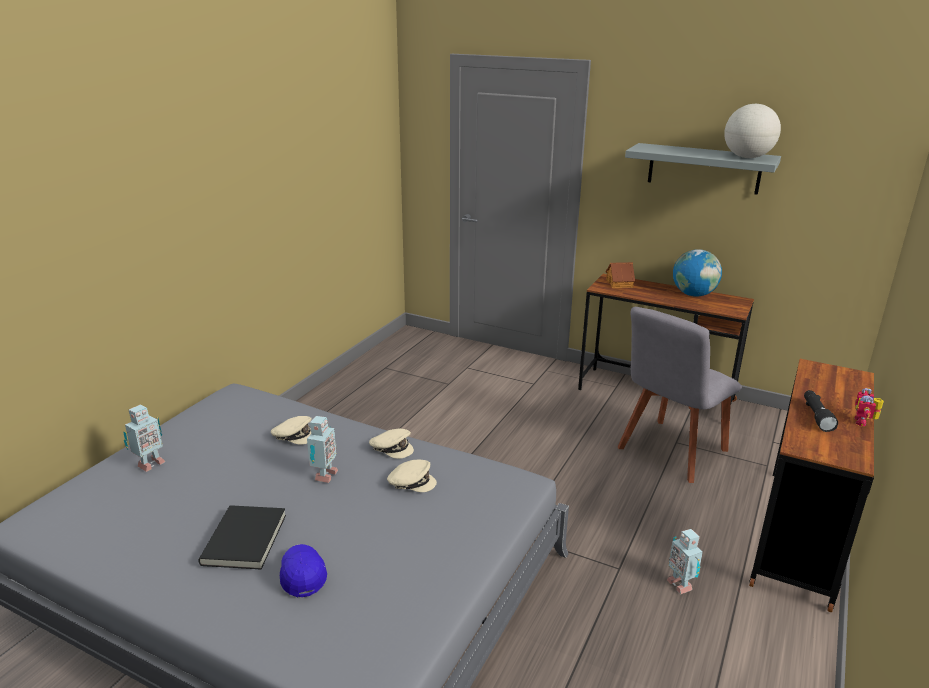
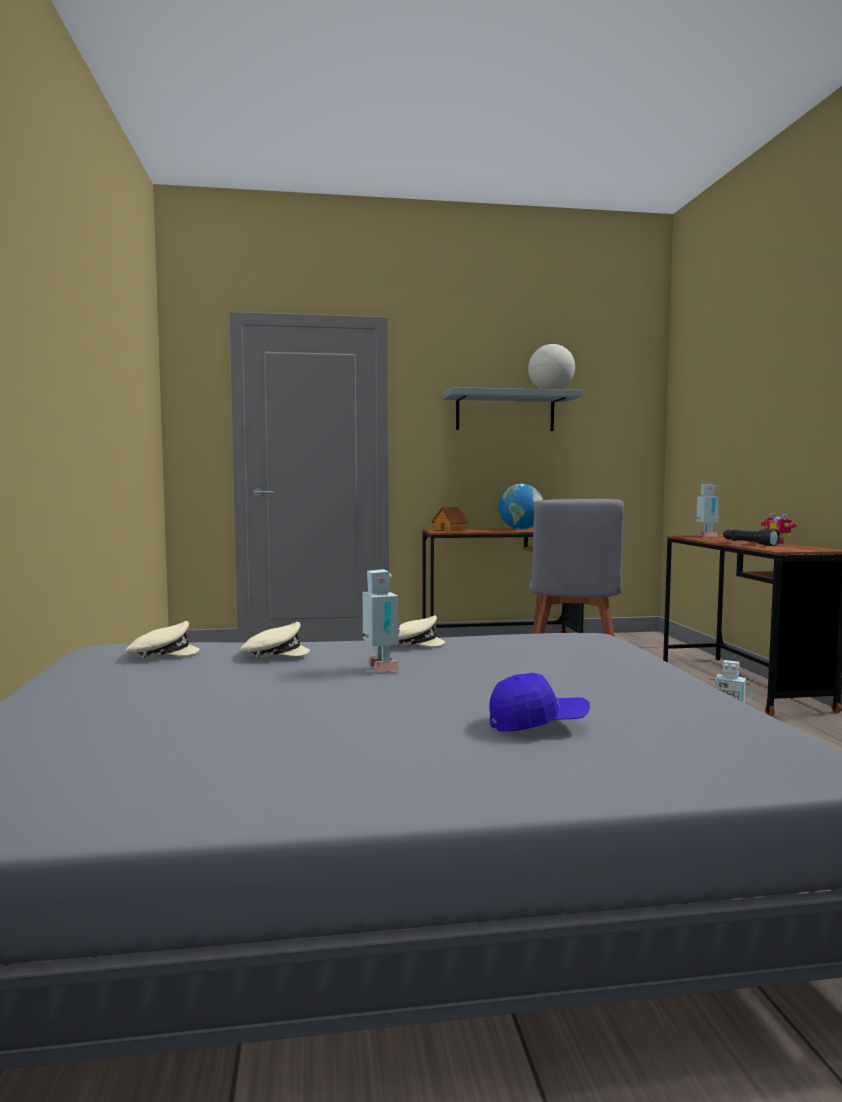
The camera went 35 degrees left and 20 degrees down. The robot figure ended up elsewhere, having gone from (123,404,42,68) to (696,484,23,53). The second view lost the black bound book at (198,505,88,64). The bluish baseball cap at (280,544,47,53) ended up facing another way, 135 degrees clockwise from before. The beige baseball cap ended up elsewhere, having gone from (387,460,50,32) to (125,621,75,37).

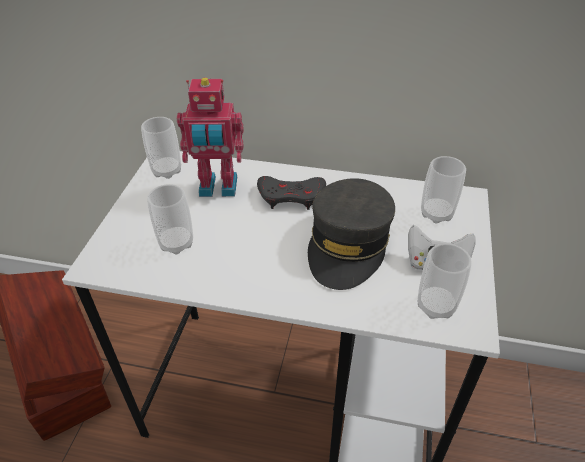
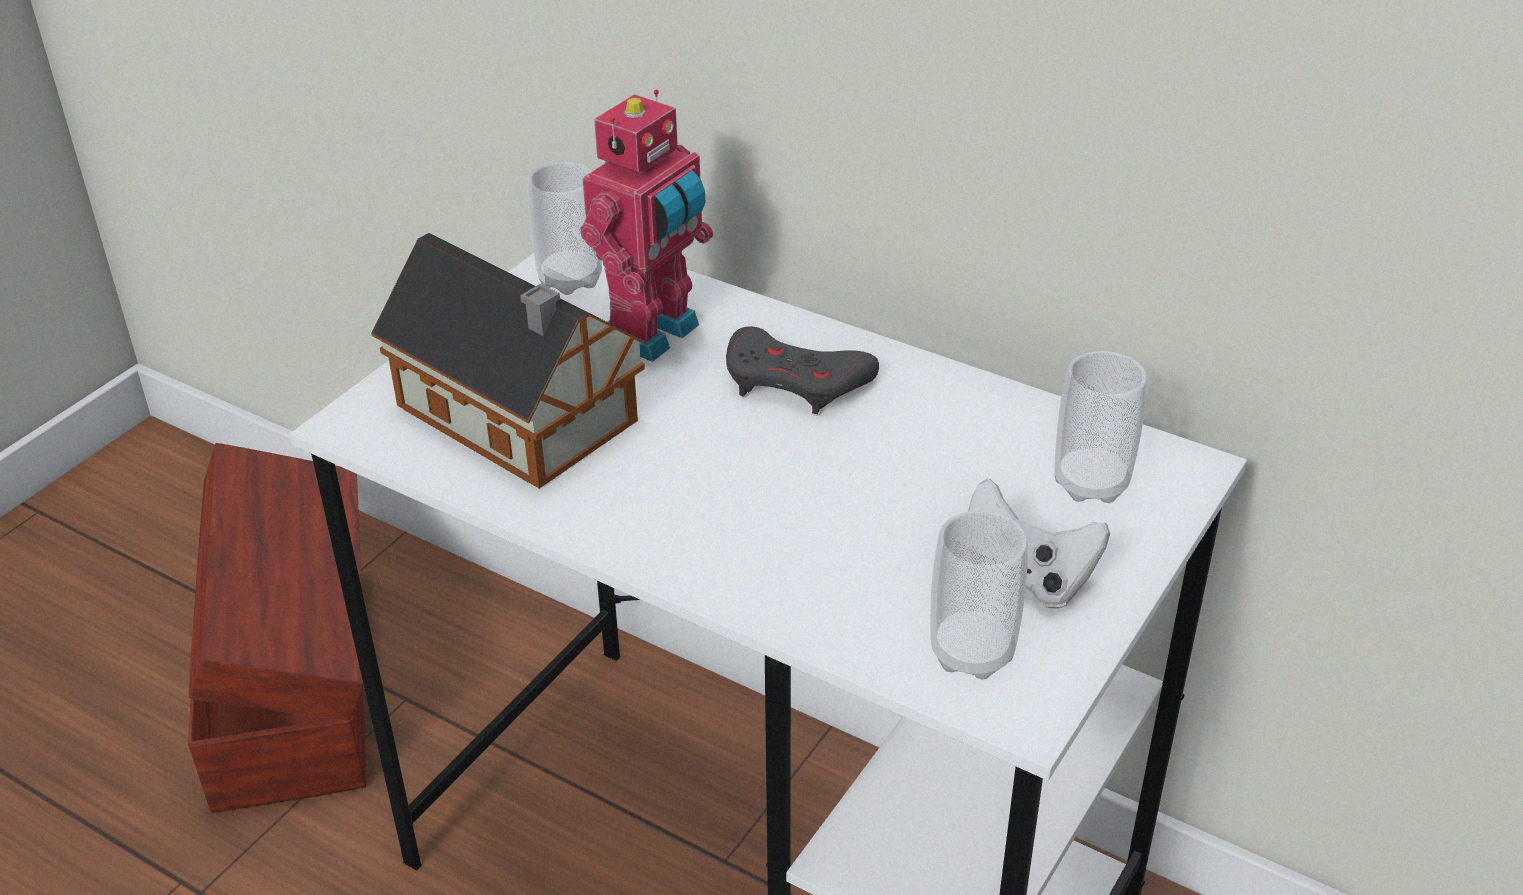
The camera went 20 degrees right and 5 degrees down. Where the small cup stood at (147,184,46,70), the model house came to stand at (371,233,277,256). The robot figure at (177,77,67,120) ended up facing another way, 75 degrees counterclockwise from before. The second view lost the grey baseball cap at (308,178,87,112).

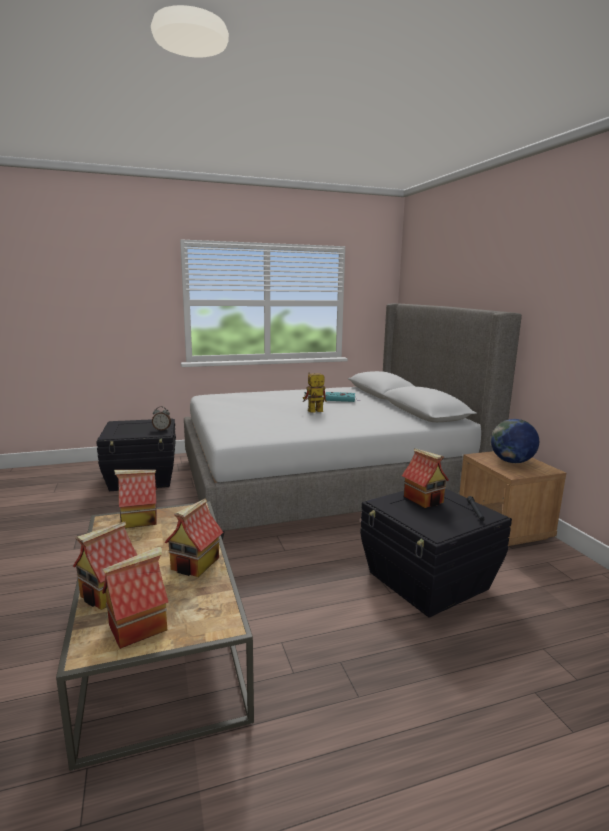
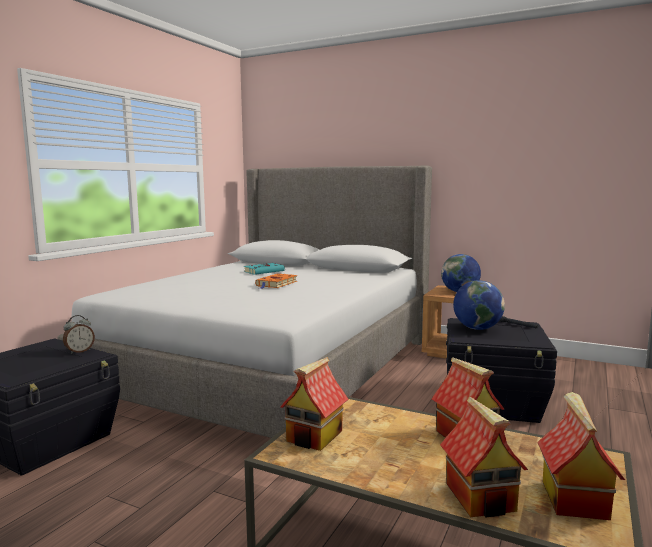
The camera went 45 degrees left and 5 degrees down. Where the robot figure stood at (302,372,24,41), the orange-coloured bound book came to stand at (255,273,42,16). Where the model house stood at (402,448,47,60), the globe came to stand at (453,280,52,50).

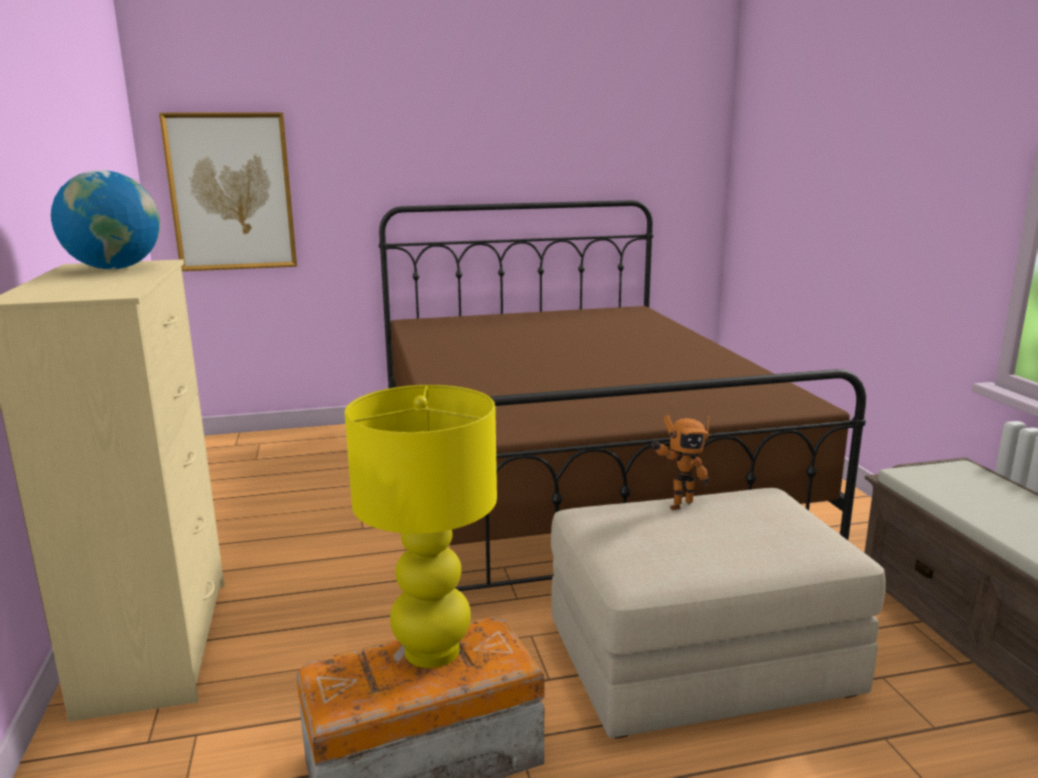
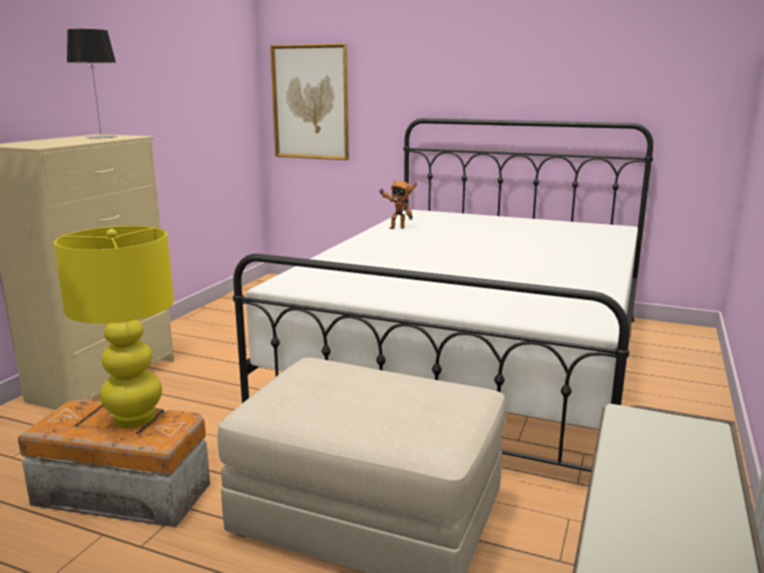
The camera went 35 degrees right and 0 degrees up. Where the globe stood at (51,170,109,100), the table lamp came to stand at (67,29,50,110). What was the brown bedroom bed at (379,200,487,391) turned into the white bedroom bed at (233,118,420,354). The robot figure ended up elsewhere, having gone from (651,415,60,95) to (379,179,38,50).

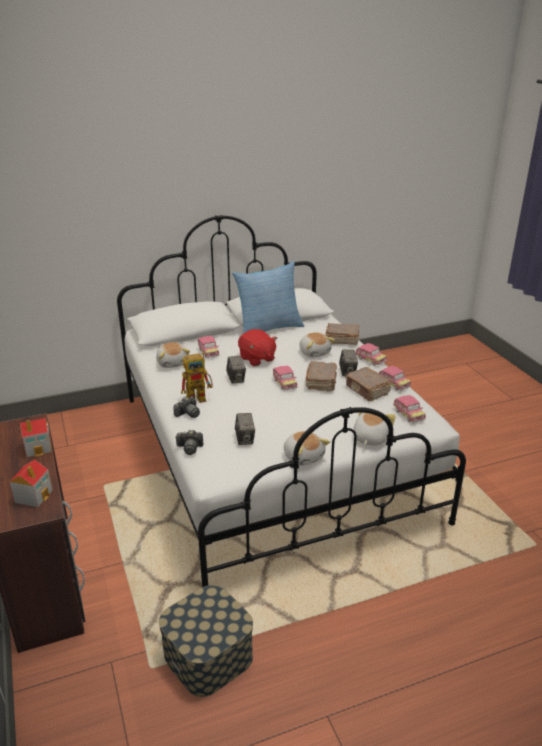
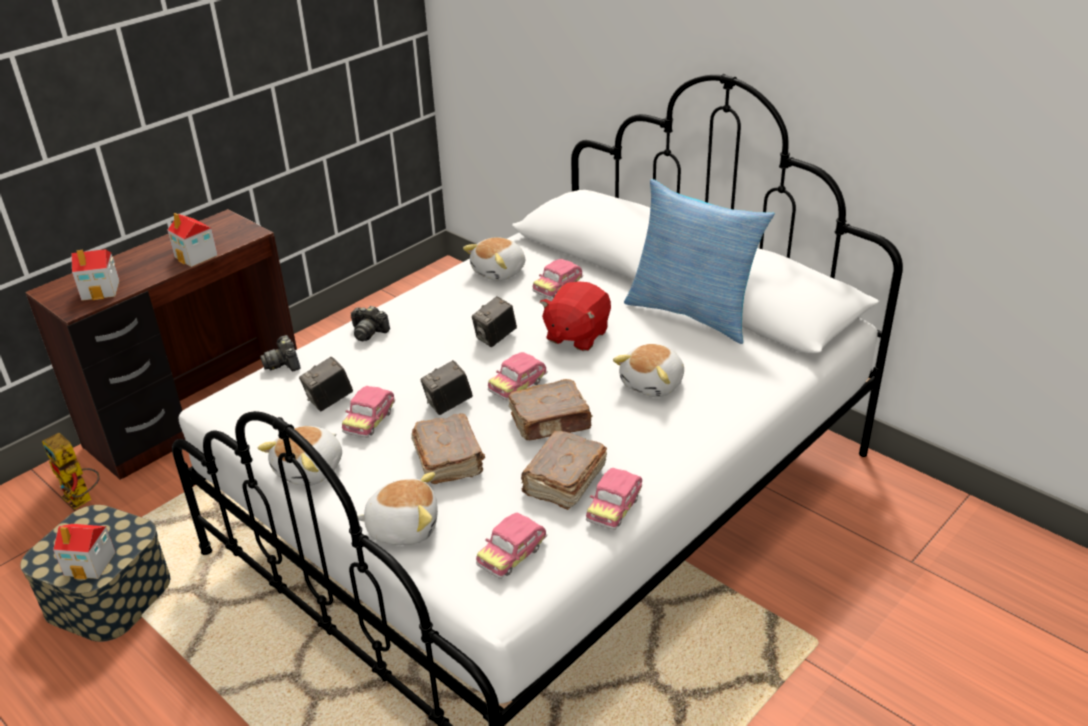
The camera went 65 degrees right and 5 degrees up. The robot figure ended up elsewhere, having gone from (181,353,32,51) to (42,433,58,76). The brown bound book ended up elsewhere, having gone from (325,323,34,22) to (411,413,74,71). The still camera ended up elsewhere, having gone from (339,350,19,26) to (420,360,53,55). The miniature car ended up elsewhere, having gone from (355,343,32,23) to (342,386,53,52). The second view gained the model house at (53,524,63,56).

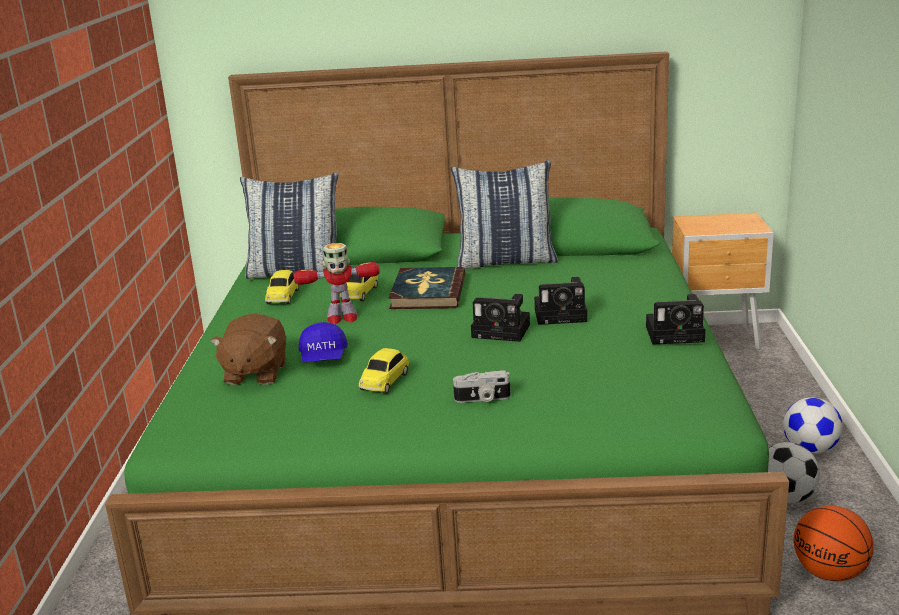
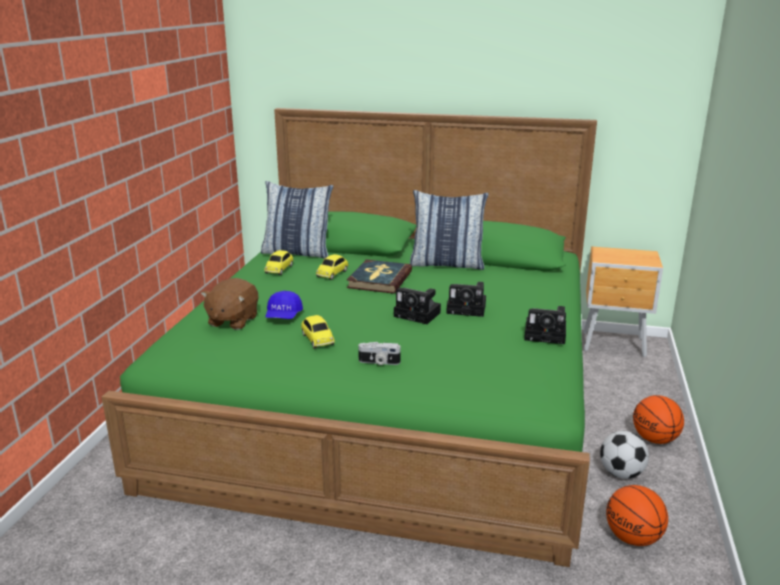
The camera went 10 degrees right and 0 degrees up. The second view lost the robot figure at (294,243,86,81). The miniature car at (359,348,50,46) ended up facing another way, 60 degrees counterclockwise from before. Where the football stood at (783,397,60,57), the basketball ball came to stand at (633,395,51,49).

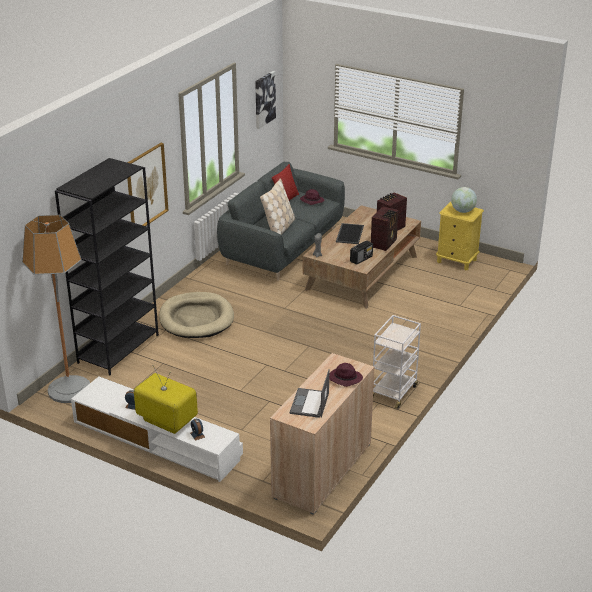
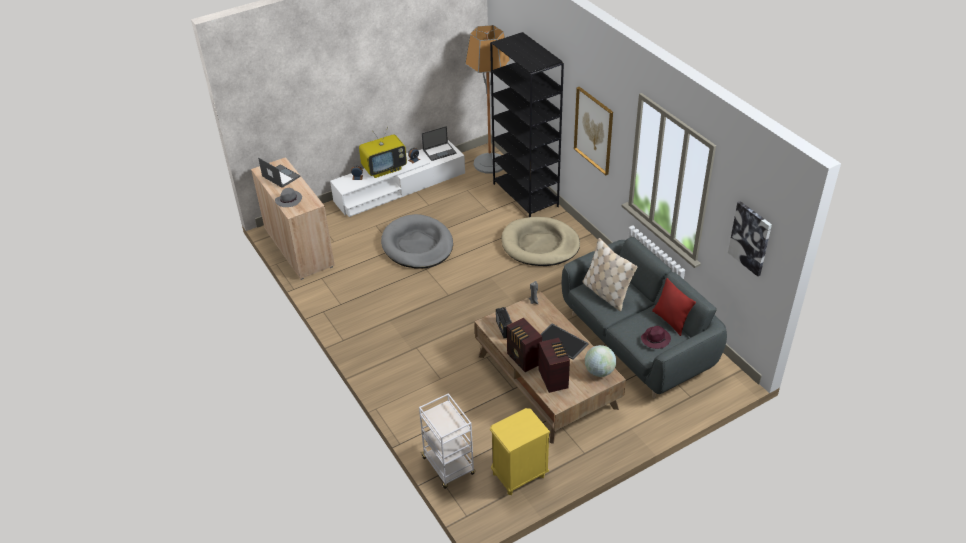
The camera went 120 degrees right and 10 degrees up. What was the purplish clothing hat at (329,363,34,24) turned into the grey clothing hat at (275,188,27,19). The white trolley ended up elsewhere, having gone from (373,315,48,94) to (419,393,56,96). The globe ended up elsewhere, having gone from (451,187,26,26) to (585,345,31,32). The second view gained the grey dog bed at (381,214,72,55). The second view gained the notebook computer at (422,126,35,35).

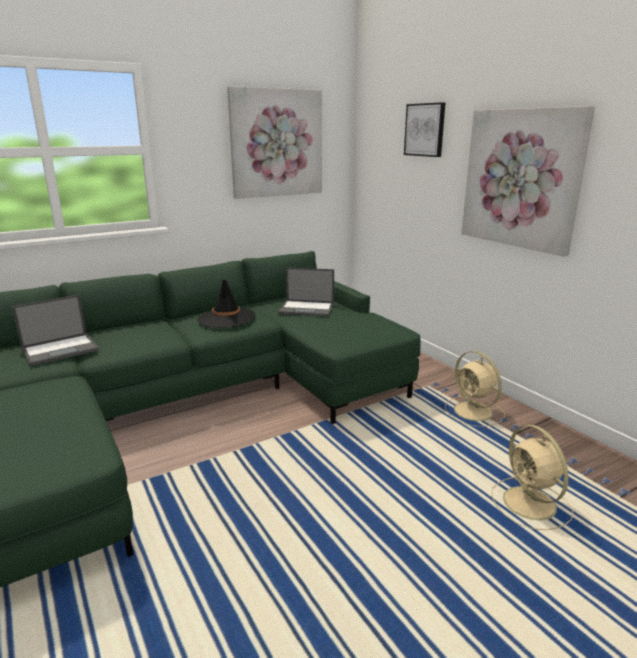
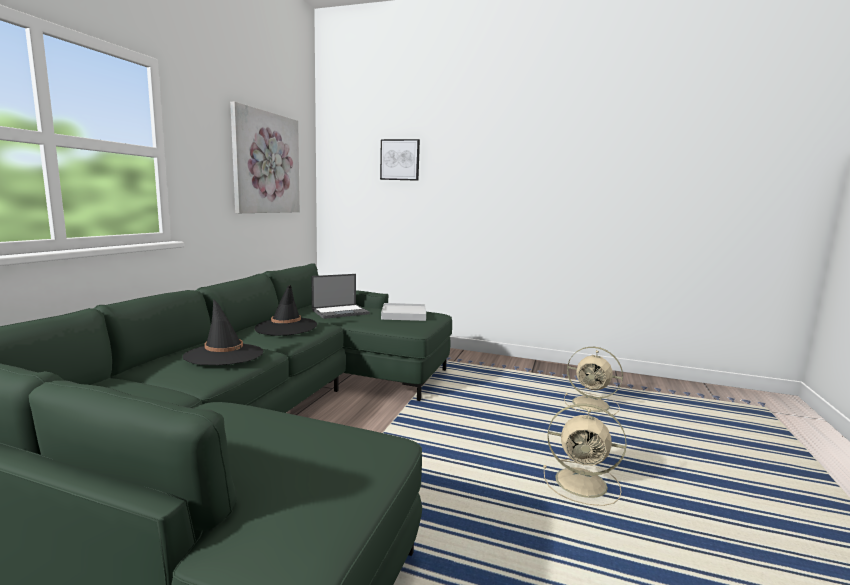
The camera went 40 degrees left and 10 degrees down. The second view lost the notebook computer at (12,295,87,71). The beige cooling fan ended up elsewhere, having gone from (445,351,60,76) to (543,404,84,102). The second view lost the wall picture at (461,106,134,151). The second view gained the black clothing hat at (183,299,80,66). The second view gained the white serving tray at (381,303,45,18).

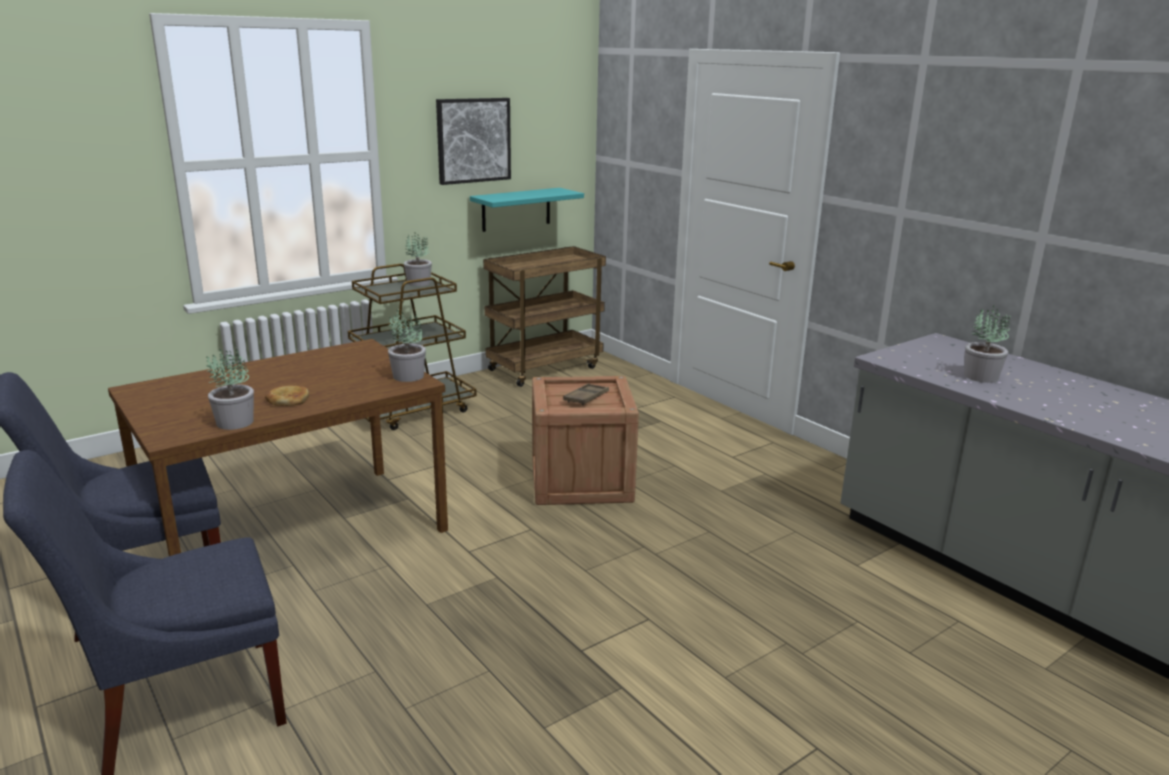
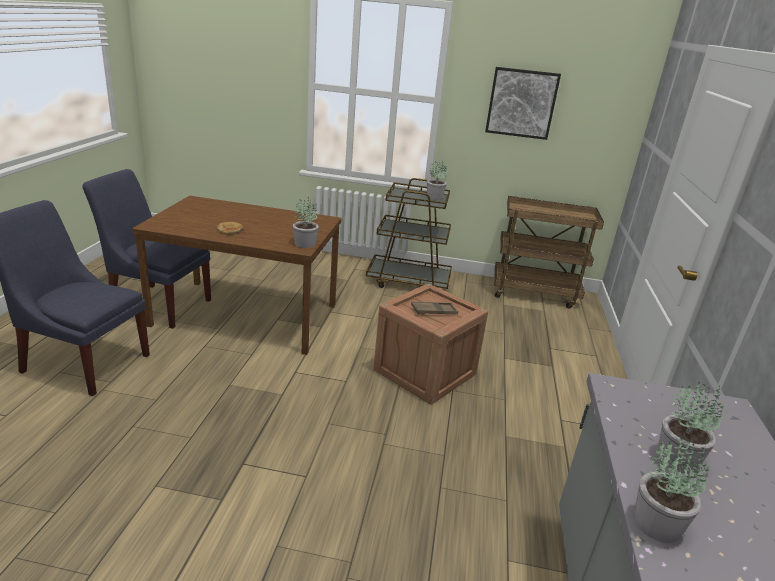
The camera went 45 degrees right and 5 degrees up. The plant in a pot ended up elsewhere, having gone from (206,346,48,84) to (633,437,77,106). The second view lost the turquoise-coloured shelf at (470,188,114,44).

